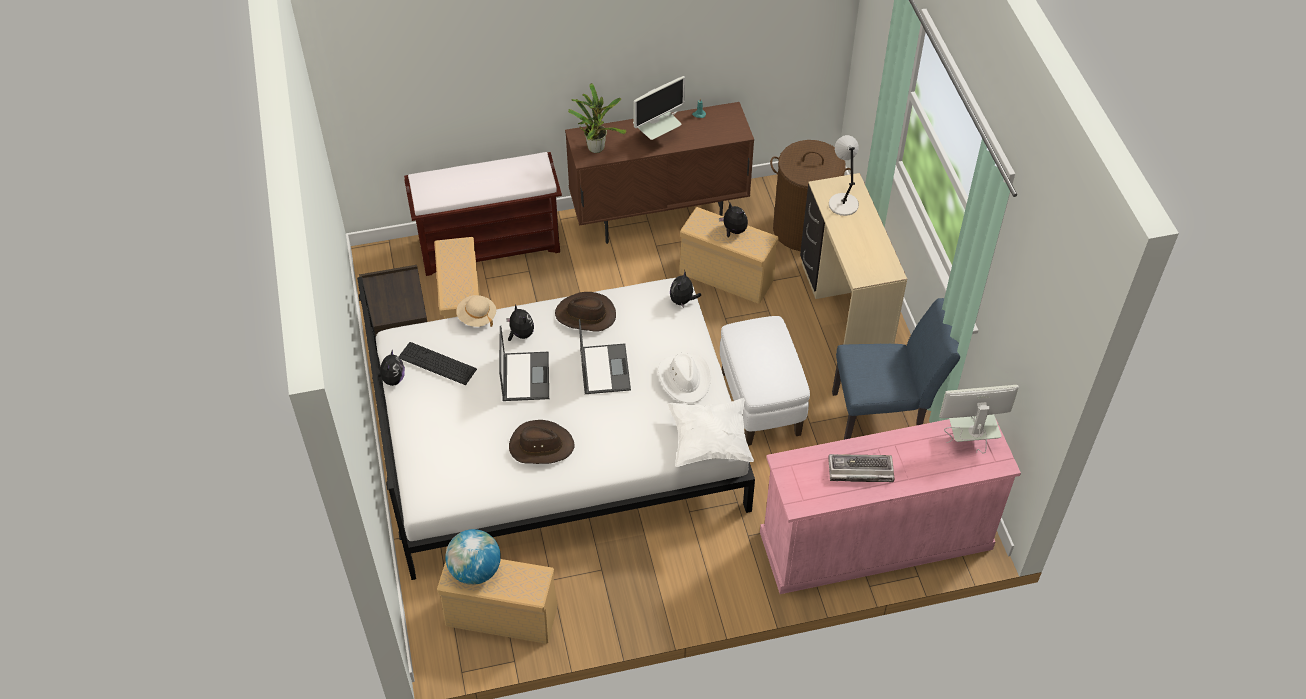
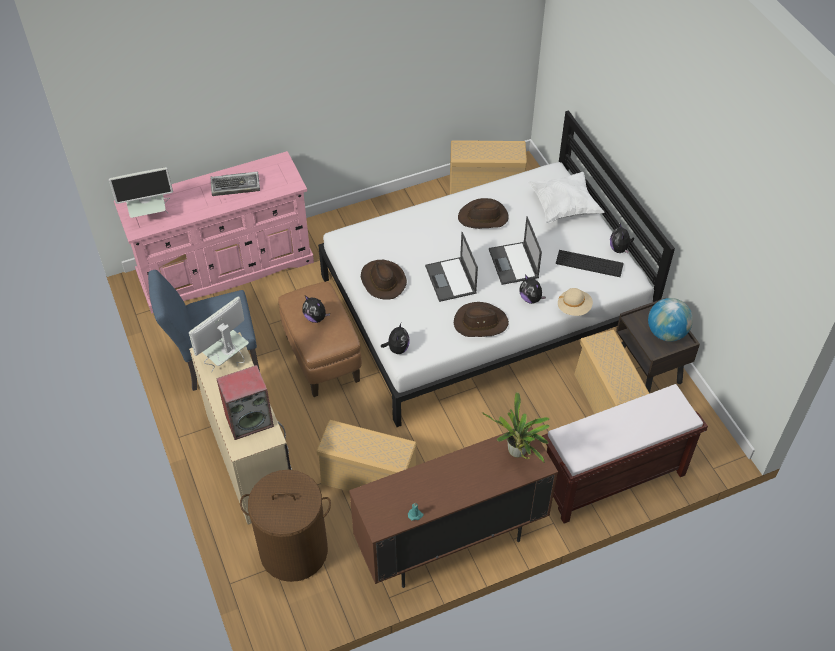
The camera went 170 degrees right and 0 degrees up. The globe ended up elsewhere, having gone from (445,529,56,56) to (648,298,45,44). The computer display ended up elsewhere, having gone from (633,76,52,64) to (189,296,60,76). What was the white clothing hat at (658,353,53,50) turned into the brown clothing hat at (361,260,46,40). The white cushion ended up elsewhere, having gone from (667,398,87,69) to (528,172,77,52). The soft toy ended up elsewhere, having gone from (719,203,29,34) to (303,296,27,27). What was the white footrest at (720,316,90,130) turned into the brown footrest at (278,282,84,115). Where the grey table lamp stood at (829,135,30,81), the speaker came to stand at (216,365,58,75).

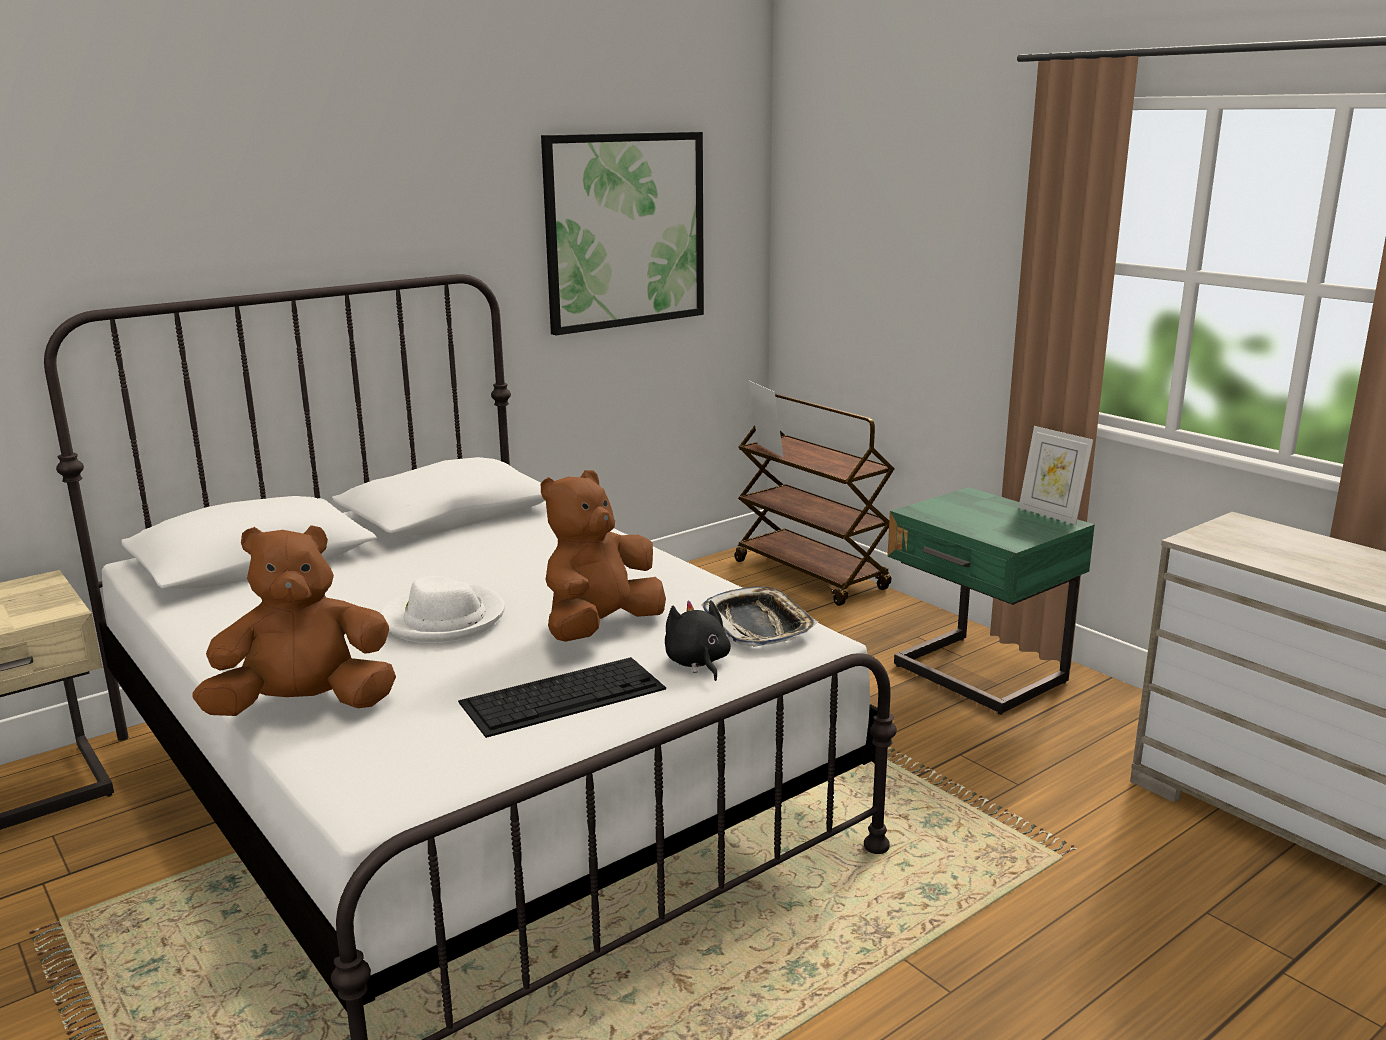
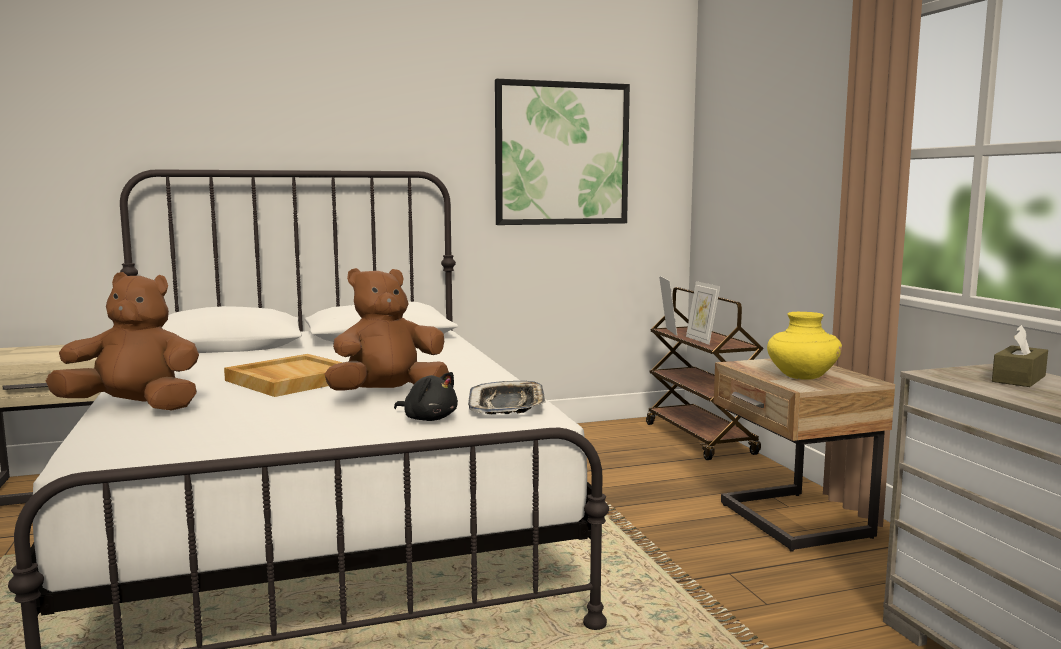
The camera went 20 degrees right and 10 degrees down. Where the white clothing hat stood at (381,576,124,67), the beige serving tray came to stand at (224,354,119,43). The second view lost the keyboard at (458,657,208,81). The black soft toy at (665,600,66,81) ended up facing another way, 120 degrees clockwise from before. What was the green nightstand at (887,487,208,228) turned into the beige nightstand at (713,358,182,194). The picture frame ended up elsewhere, having gone from (1018,426,75,99) to (686,281,34,64). The second view gained the yellow-coloured decorative vase at (767,312,75,68). The second view gained the brown tissue holder at (992,325,56,62).

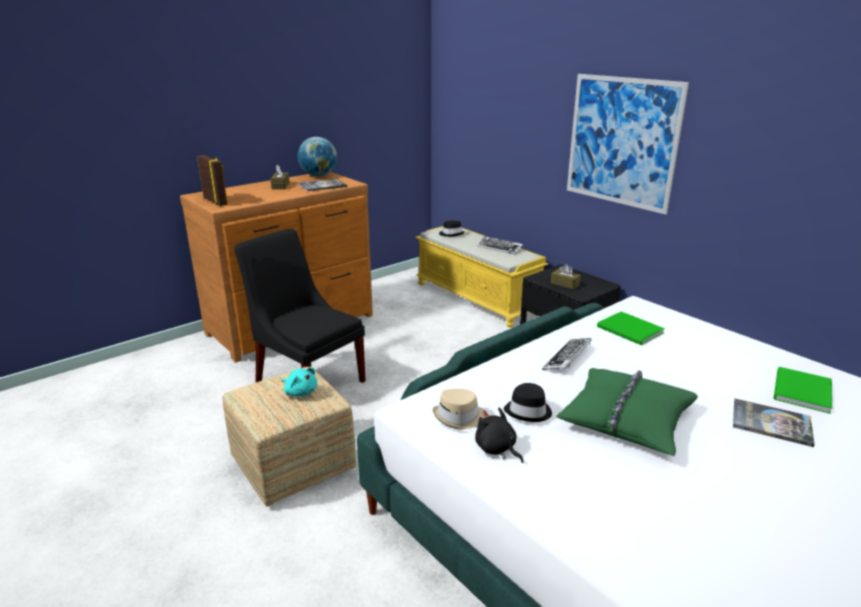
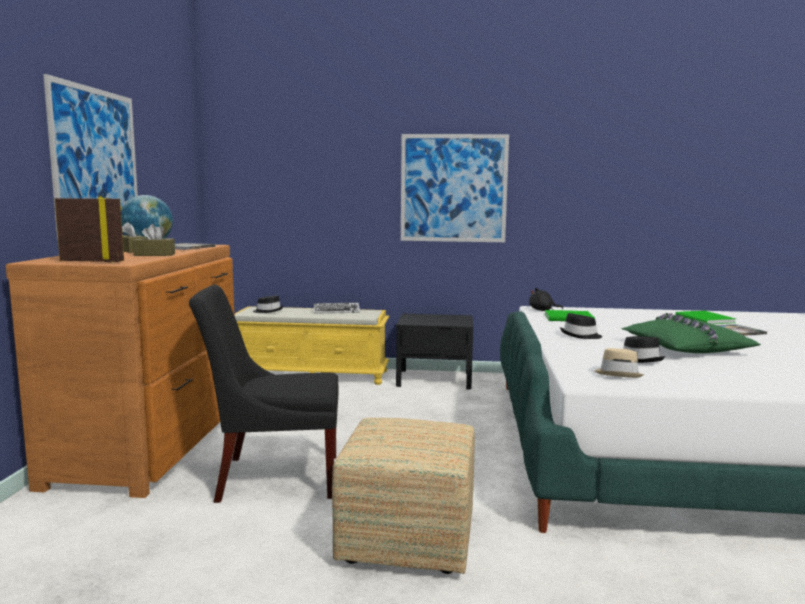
The camera went 45 degrees left and 15 degrees down. The second view lost the turquoise-coloured soft toy at (282,367,35,30). The black soft toy ended up elsewhere, having gone from (475,408,48,55) to (529,288,34,23). Where the keyboard stood at (542,338,50,32), the black clothing hat came to stand at (560,313,43,26). The brown tissue holder ended up elsewhere, having gone from (551,264,30,25) to (133,224,42,32). The second view gained the wall picture at (43,74,95,166).

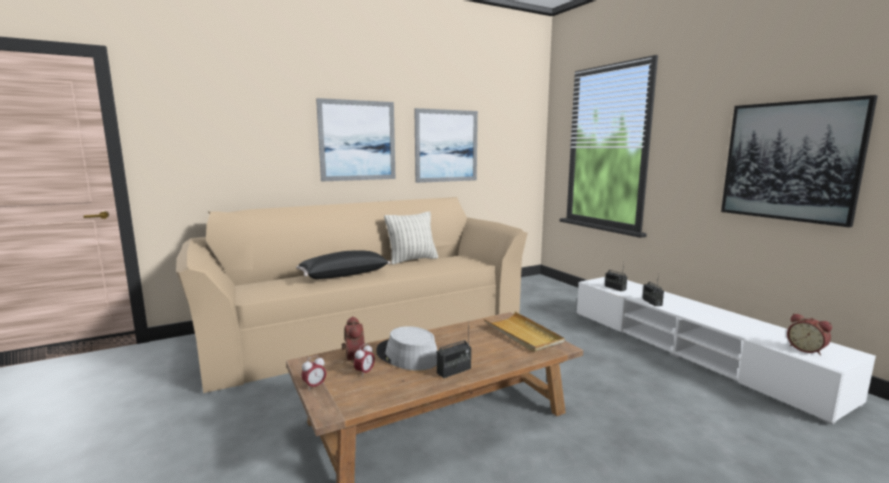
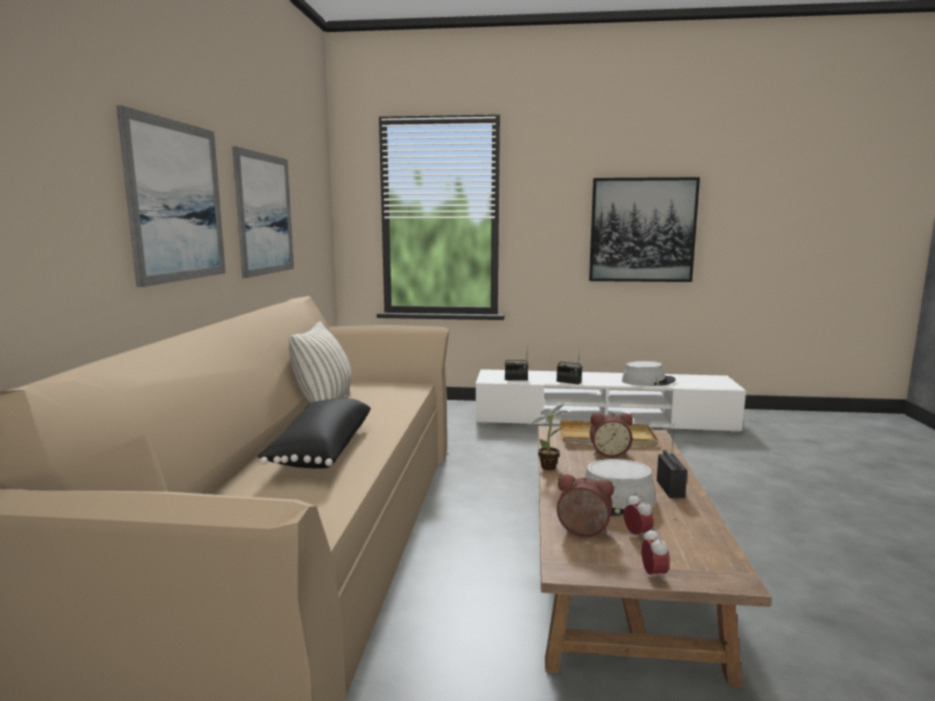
The camera went 55 degrees left and 0 degrees up. The alarm clock ended up elsewhere, having gone from (787,313,45,43) to (590,413,43,45). The second view gained the plant in a pot at (531,405,38,65). The second view gained the grey clothing hat at (622,361,54,25).

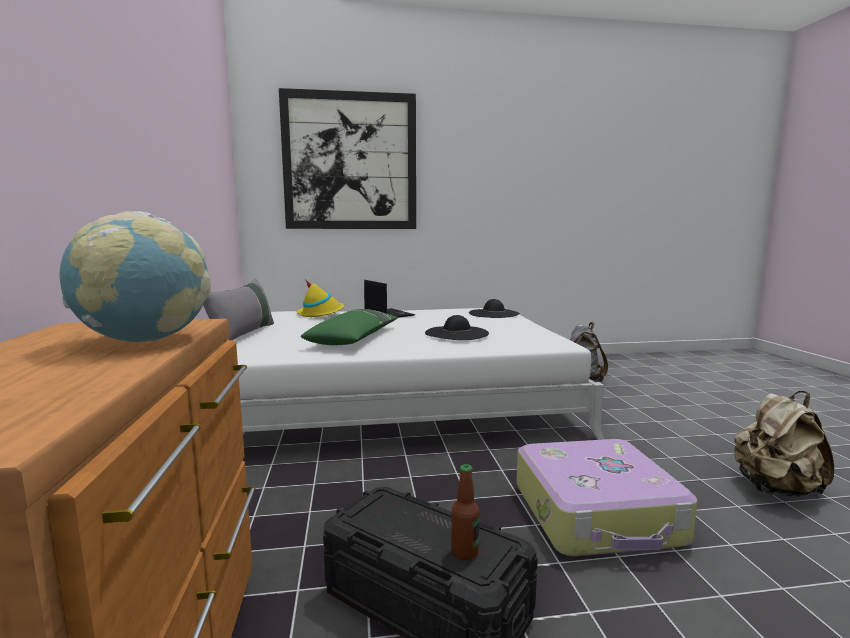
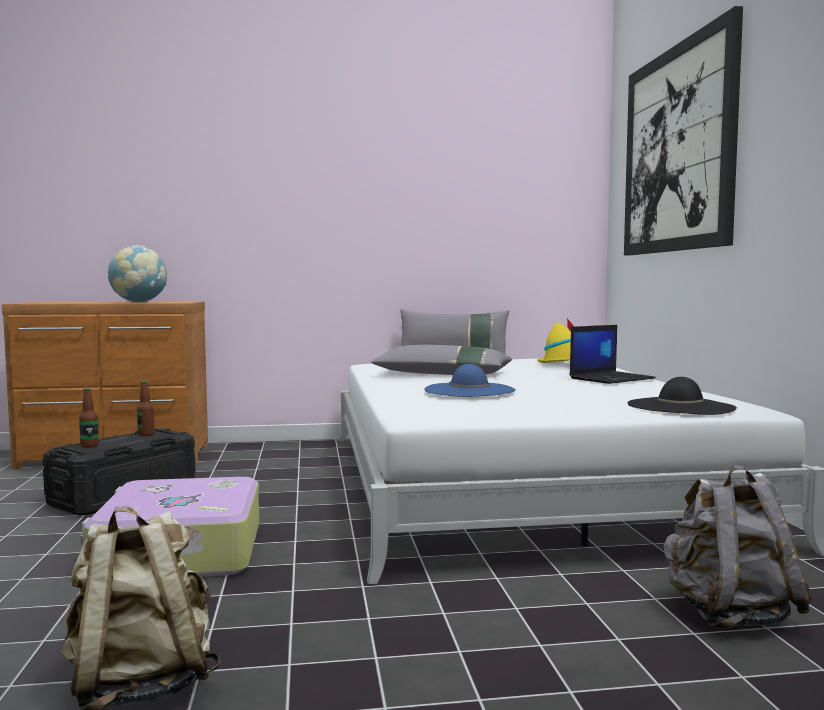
The camera went 90 degrees right and 5 degrees down. What was the green cushion at (301,309,97,36) turned into the grey cushion at (371,345,141,30). What was the black clothing hat at (425,315,64,25) turned into the bluish clothing hat at (424,364,92,33). The second view gained the bottle at (137,381,18,55).

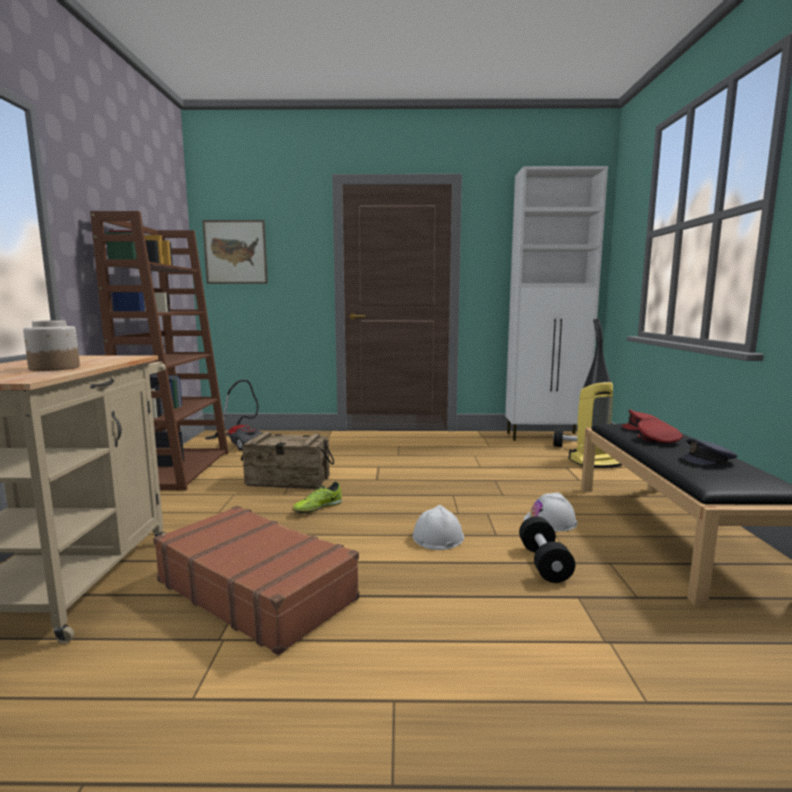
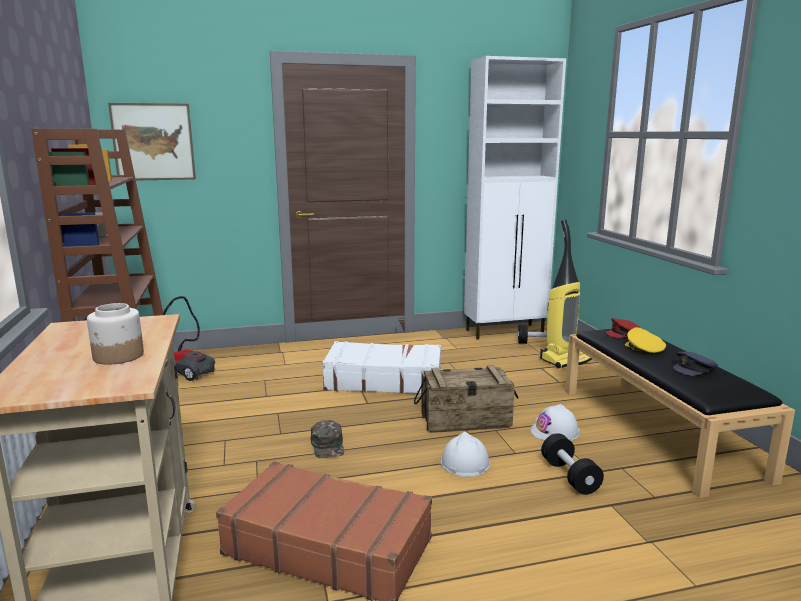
The camera went 15 degrees left and 5 degrees up. The crate ended up elsewhere, having gone from (241,432,93,57) to (414,365,104,68). Where the item of footwear stood at (292,482,50,31), the green baseball cap came to stand at (311,420,33,38). What was the reddish baseball cap at (637,417,46,26) turned into the yellow-coloured baseball cap at (625,327,41,26). The second view gained the white travel case at (322,341,119,53).

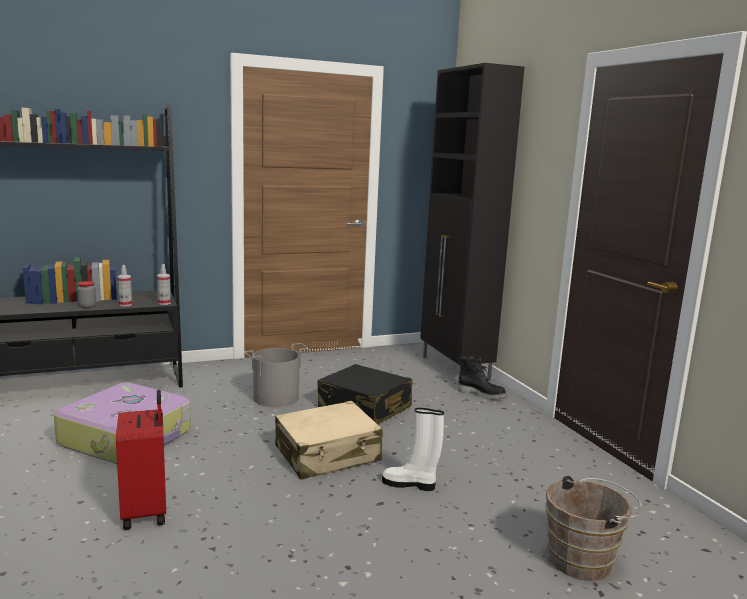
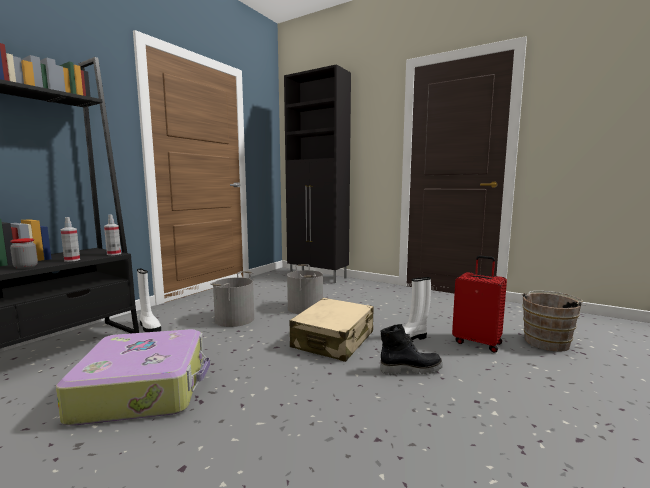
The camera went 35 degrees left and 5 degrees down. The reddish travel case ended up elsewhere, having gone from (116,390,50,140) to (452,255,55,98). Where the black travel case stood at (318,364,95,61), the grey water bucket came to stand at (287,264,36,50). The black tall boot ended up elsewhere, having gone from (458,356,49,44) to (380,324,63,51). The second view gained the white tall boot at (137,269,24,63).

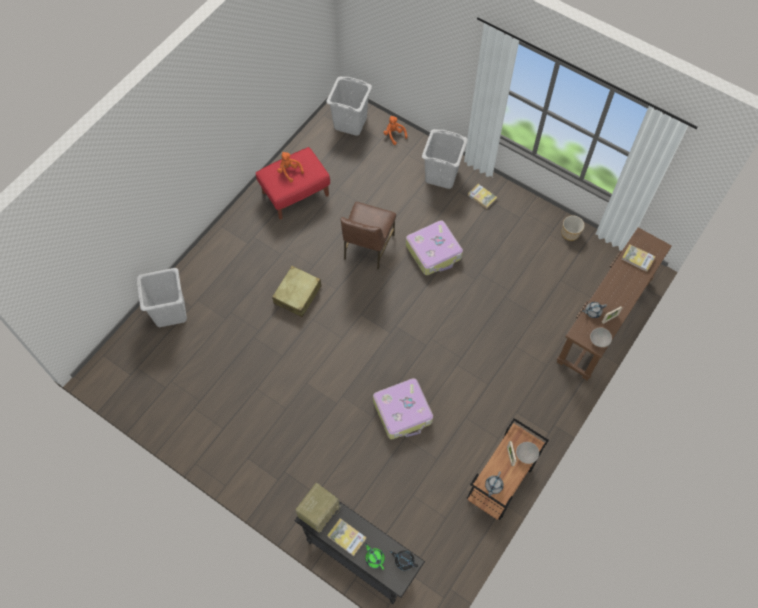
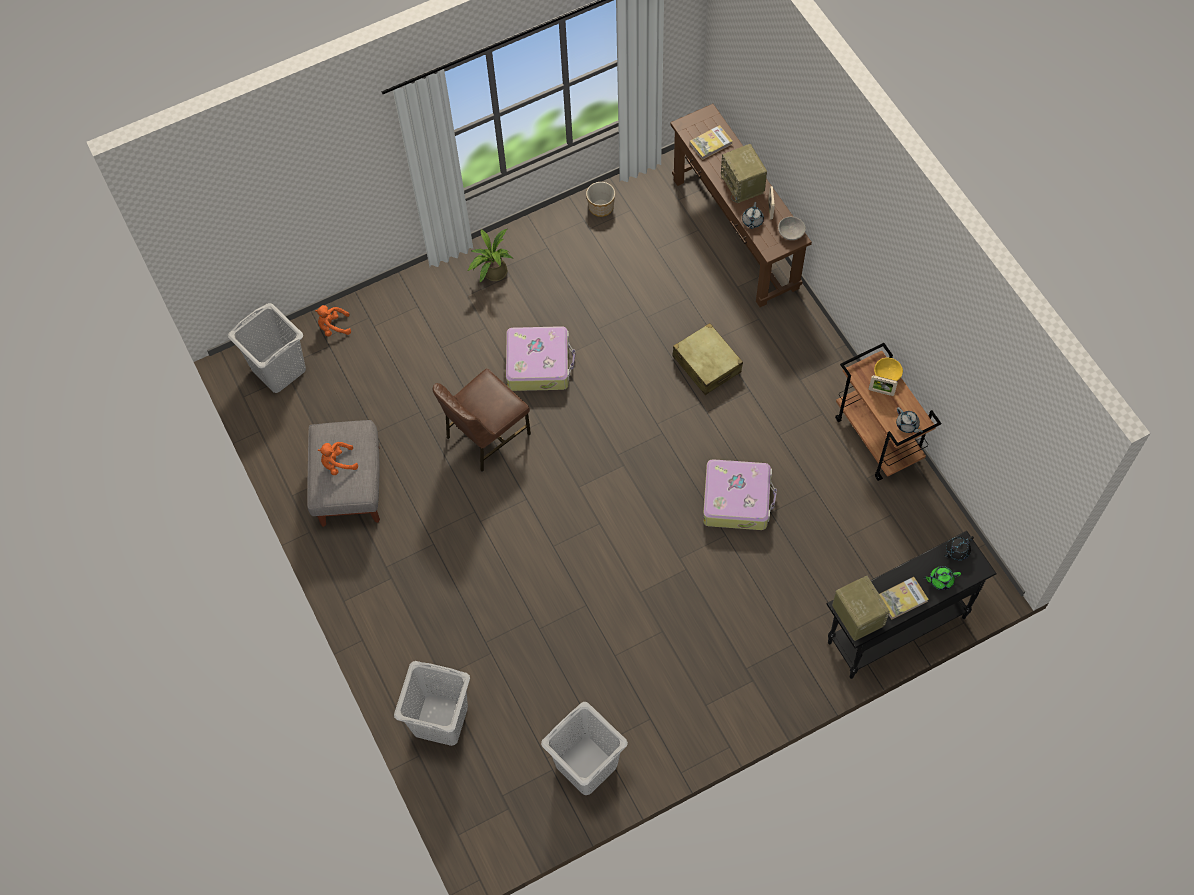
The camera went 60 degrees left and 0 degrees up. What was the reddish footrest at (256,147,74,72) turned into the grey footrest at (307,420,73,107). The beige travel case ended up elsewhere, having gone from (272,266,49,51) to (672,323,71,72). The brown chair at (341,202,55,68) ended up facing another way, 90 degrees clockwise from before. The grey laundry basket ended up elsewhere, having gone from (422,129,46,60) to (541,702,87,93). Where the bound book stood at (468,184,29,25), the plant in a pot came to stand at (467,229,45,54). What was the grey bowl at (516,442,23,22) turned into the yellow-coloured bowl at (874,358,29,23). The second view gained the radio set at (721,144,46,59).

